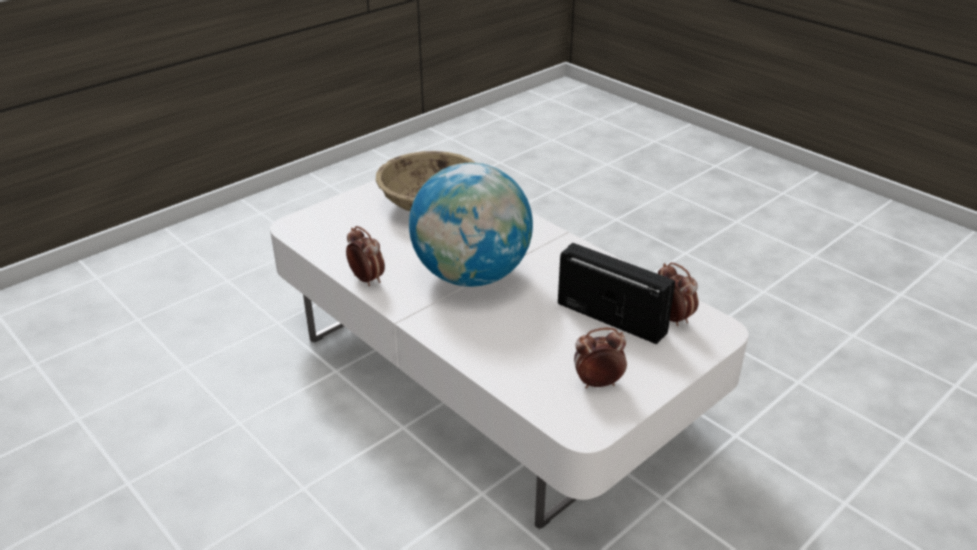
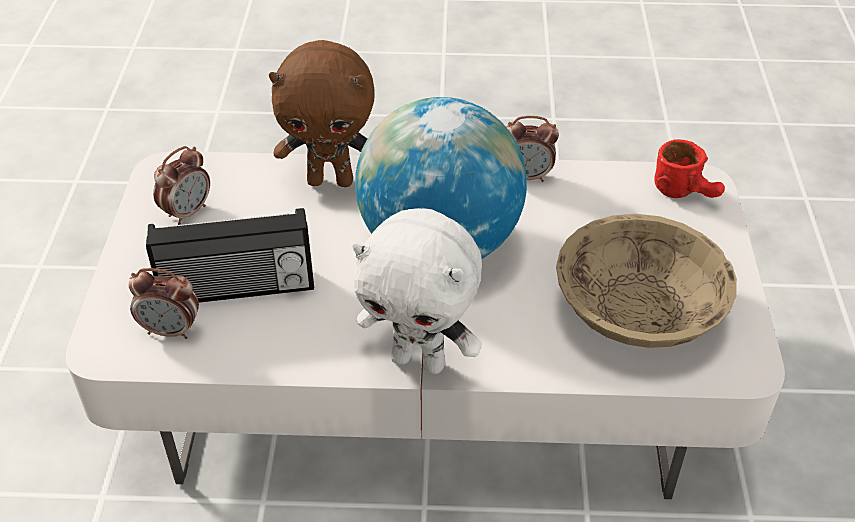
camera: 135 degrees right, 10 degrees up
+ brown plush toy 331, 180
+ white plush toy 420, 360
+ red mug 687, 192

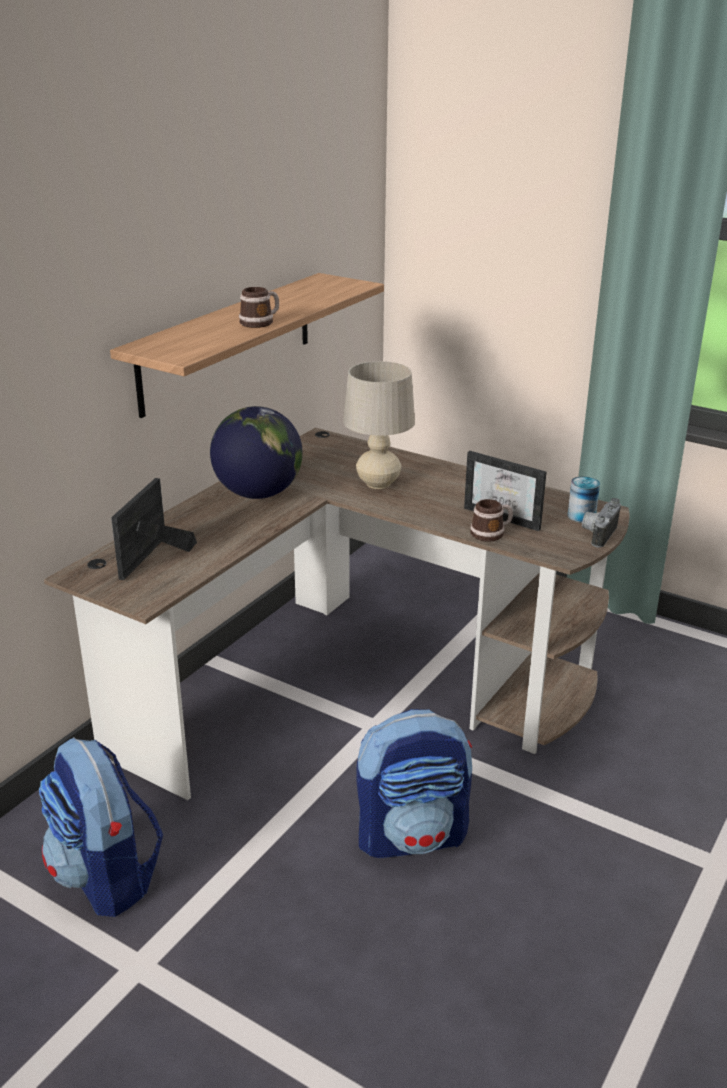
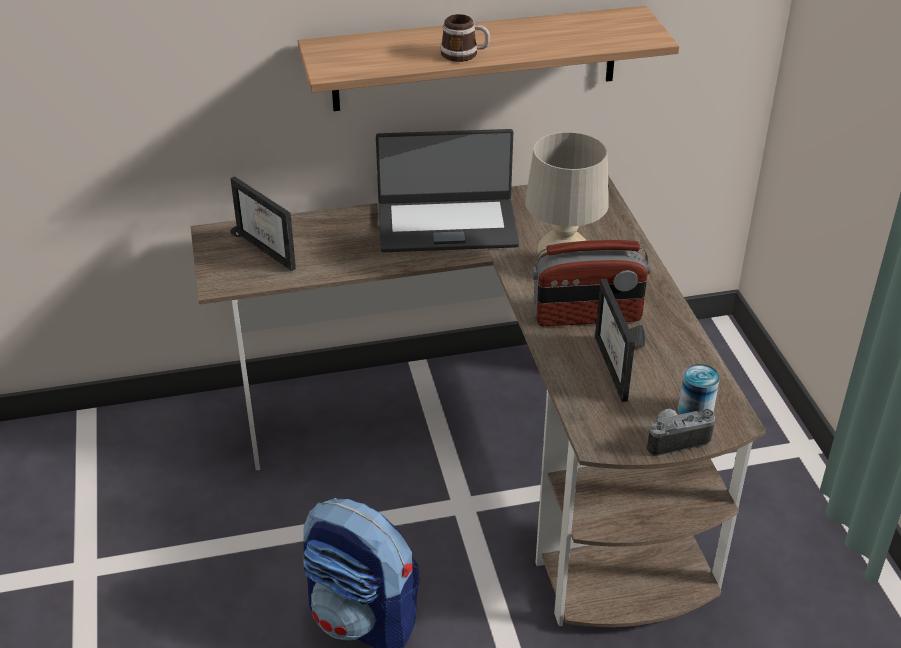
camera: 45 degrees right, 10 degrees up
- backpack 107, 876
~ picture frame 150, 560 = 274, 248 105 degrees counterclockwise
~ globe 258, 493 to laptop 447, 225
- mug 491, 533
+ radio 587, 316

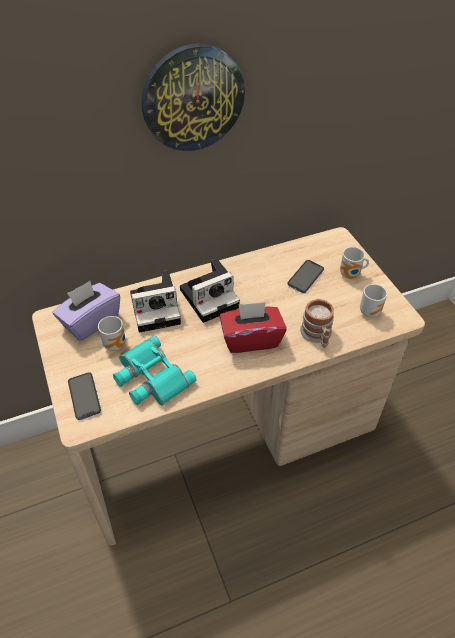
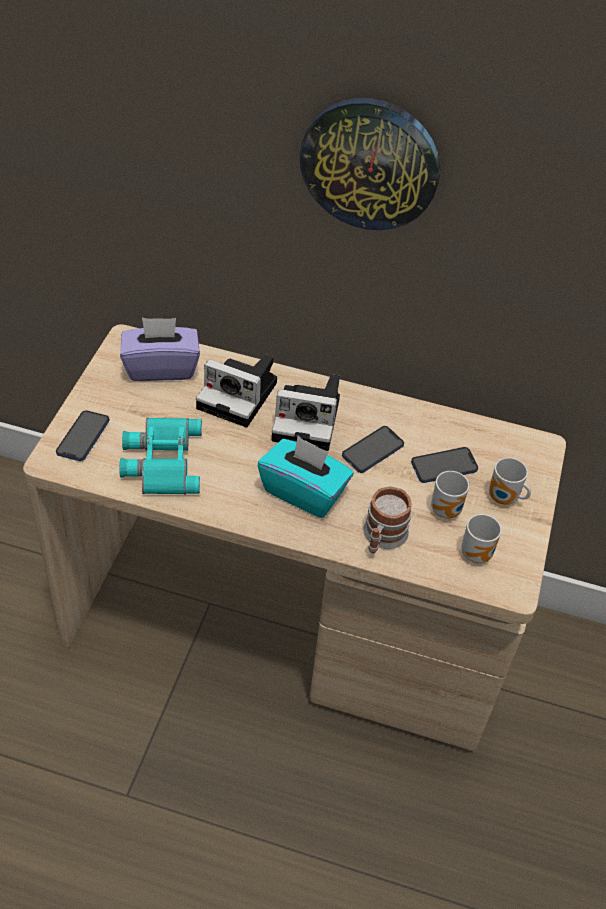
camera: 35 degrees right, 0 degrees up
~ mug 116, 344 to 448, 511
~ red tissue box 251, 339 to turquoise tissue box 304, 492
+ phone 373, 450

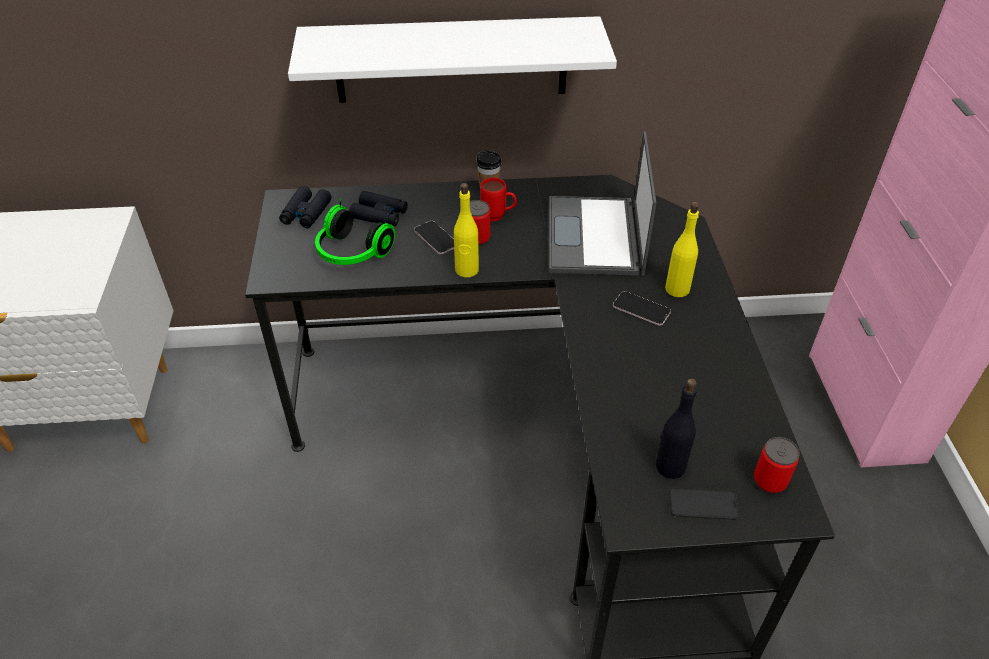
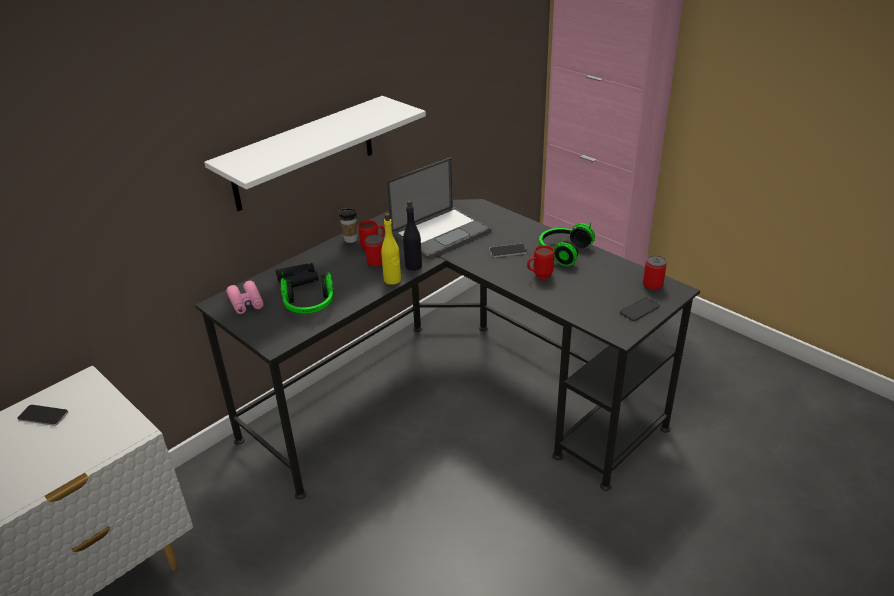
camera: 40 degrees left, 10 degrees down
~ black binoculars 306, 213 to pink binoculars 246, 302
~ phone 436, 238 to 43, 416
~ laptop 595, 237 = 441, 232 90 degrees counterclockwise
~ black bottle 670, 466 to 413, 266
- yellow bottle 677, 289
+ red mug 539, 276
+ headphones 562, 252

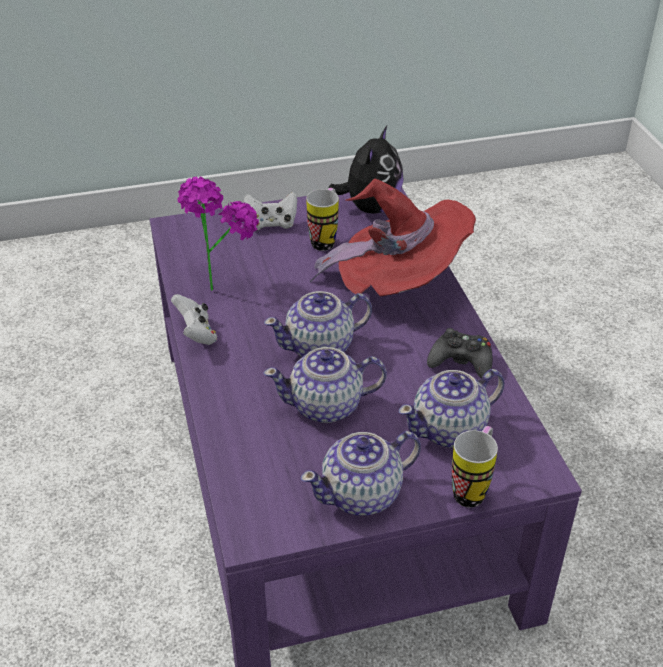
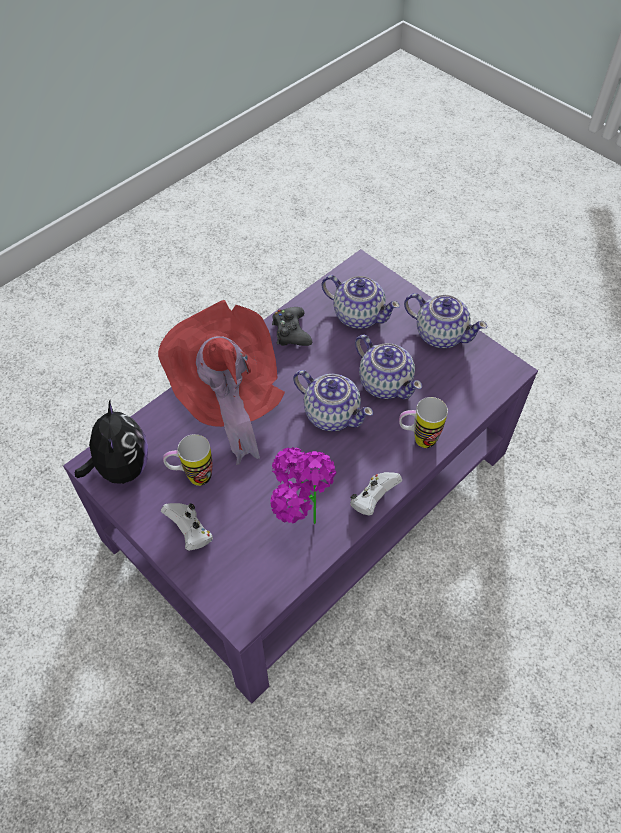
camera: 120 degrees left, 15 degrees up
~ plush toy 370, 207 = 121, 467 90 degrees clockwise
~ mug 472, 488 to 417, 439

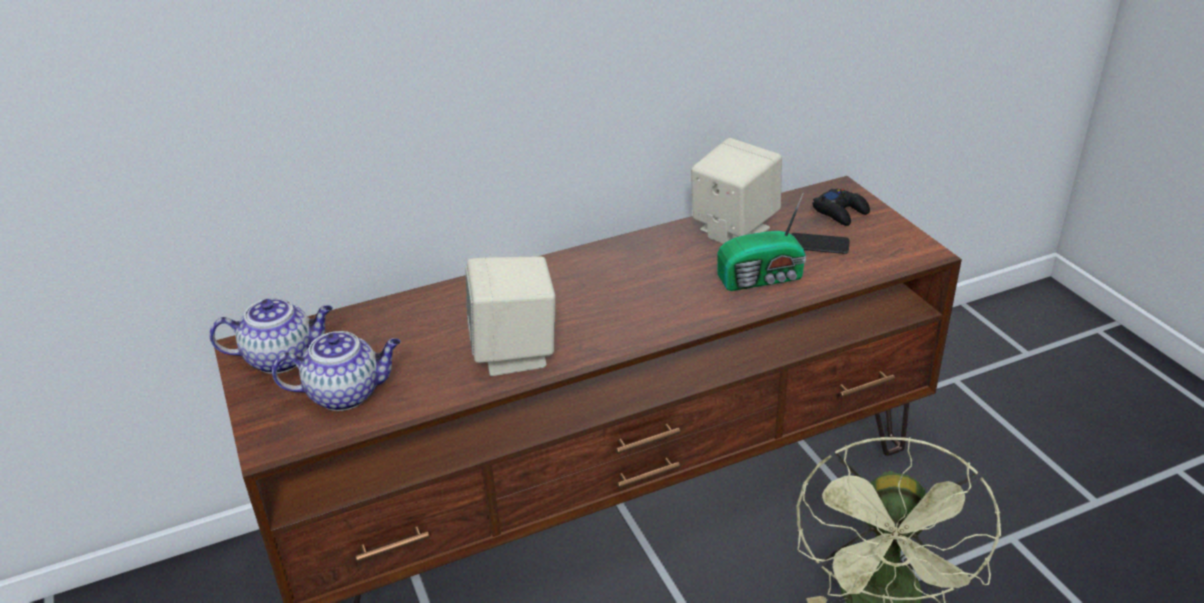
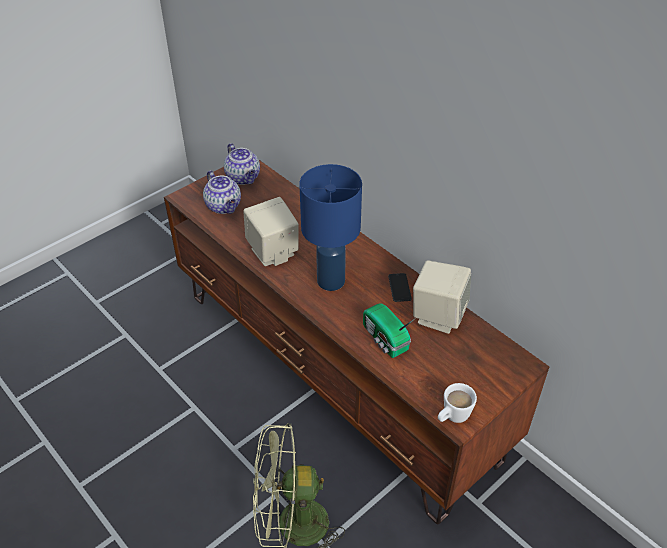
camera: 70 degrees right, 10 degrees up
~ phone 818, 244 to 399, 288
- black game controller 840, 212
+ blue table lamp 330, 280
+ white mug 452, 417

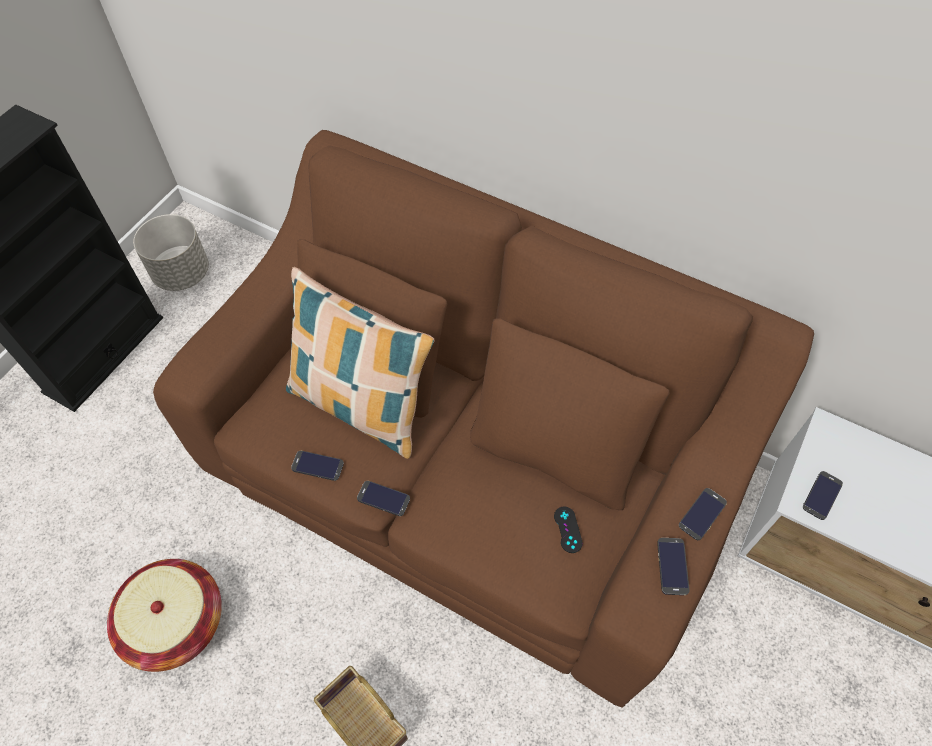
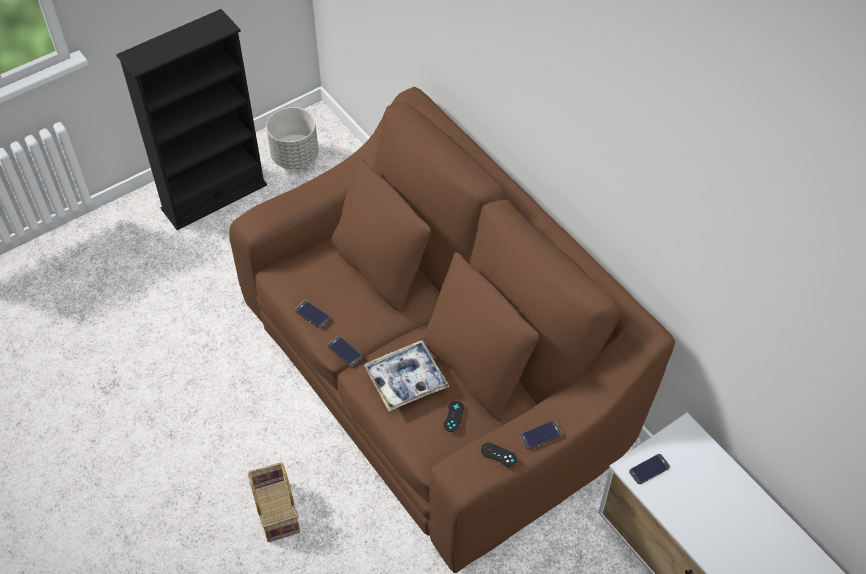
camera: 25 degrees right, 5 degrees down
- basket 175, 622
- pillow 361, 406
~ phone 672, 566 to black game controller 498, 455
+ tray 406, 380

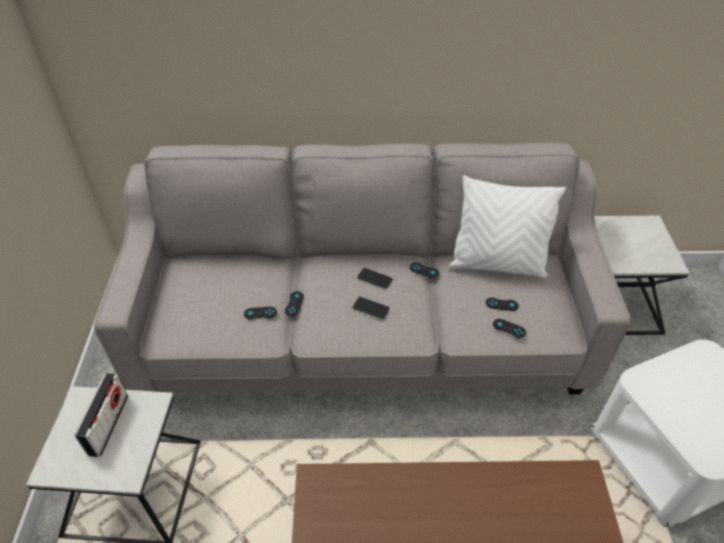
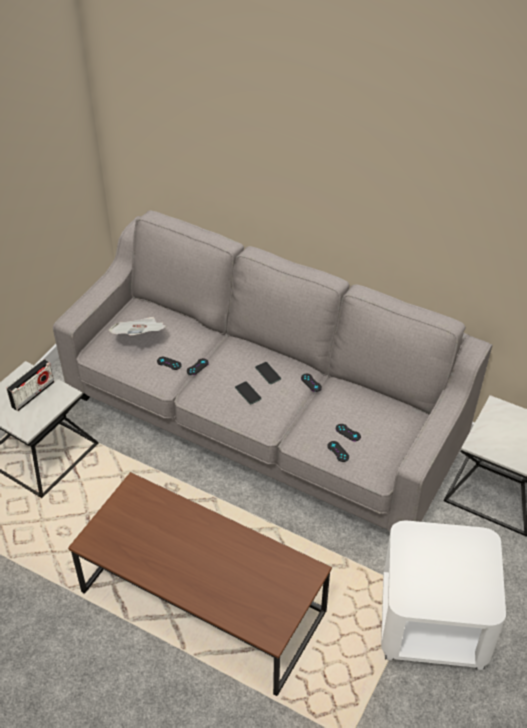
camera: 30 degrees right, 0 degrees up
- white pillow 497, 264
+ newspaper 140, 337

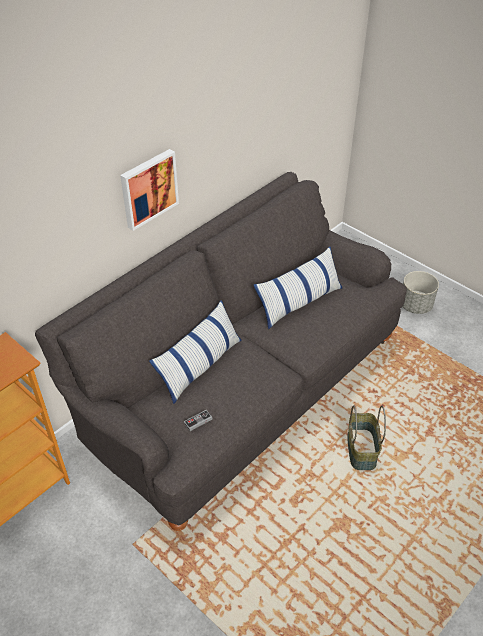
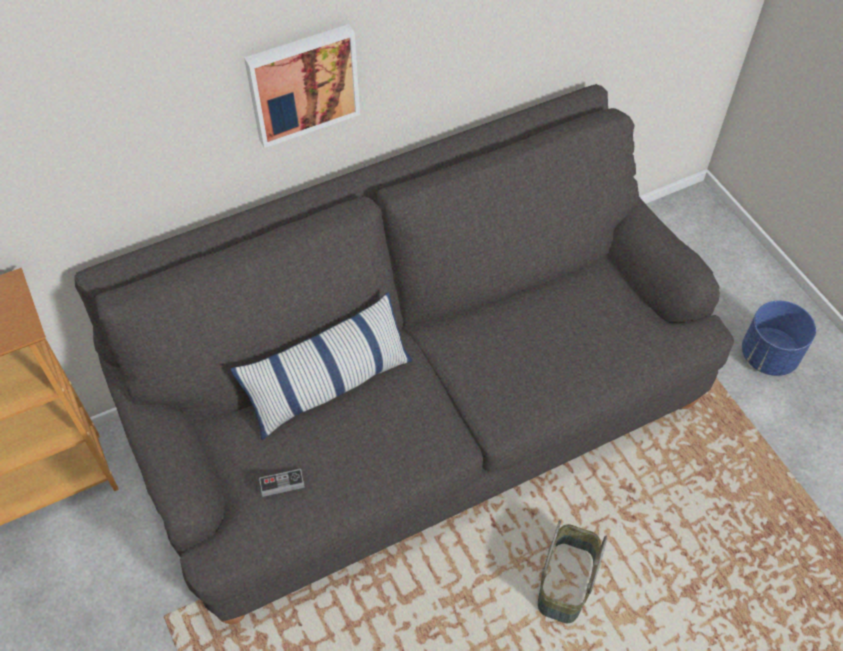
camera: 20 degrees right, 10 degrees up
- pillow 299, 302
~ grey planter 415, 305 to blue planter 768, 355

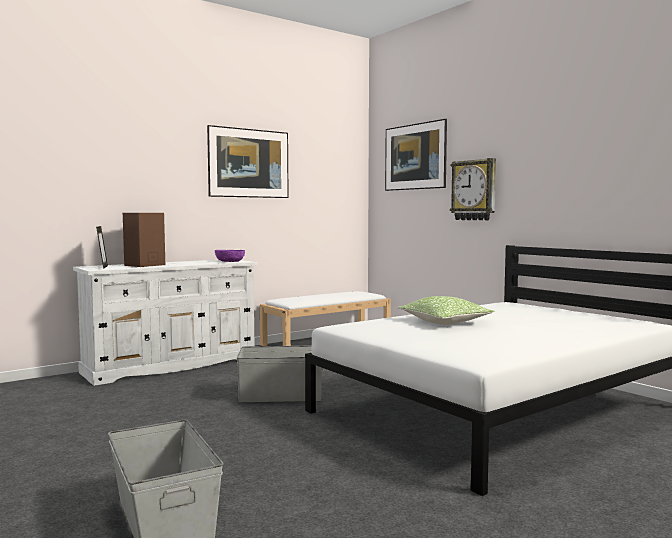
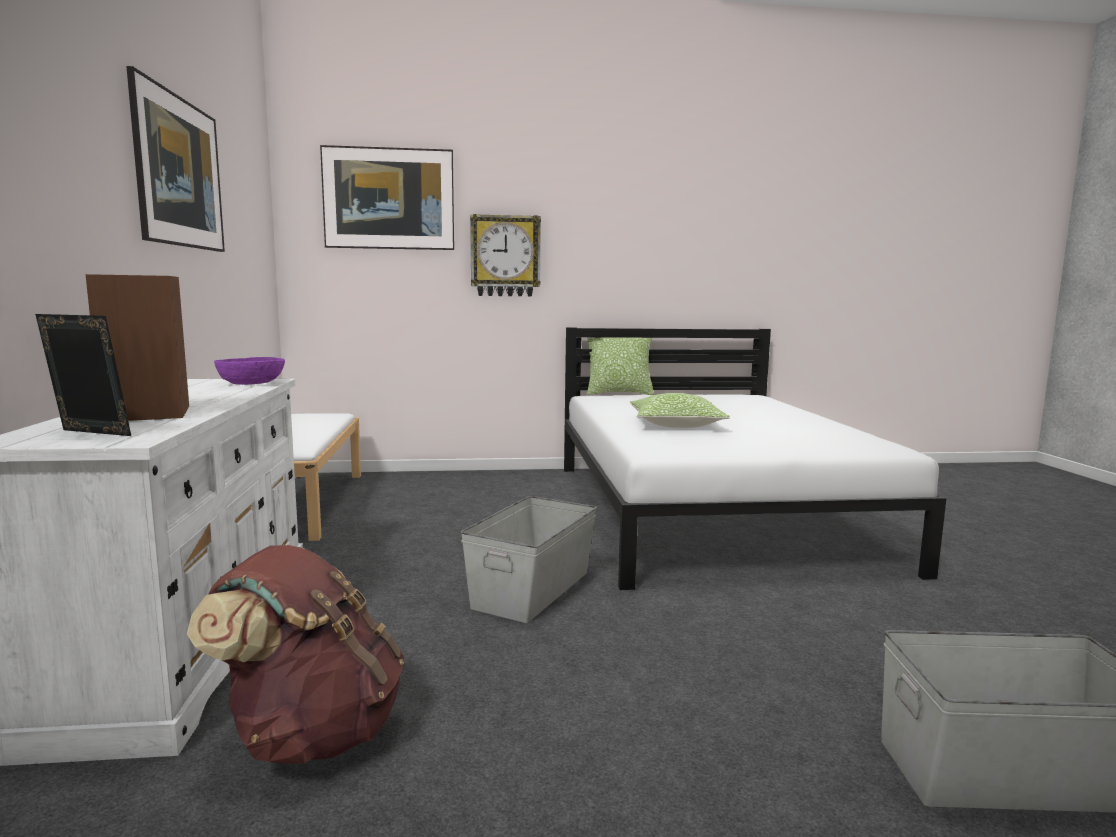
camera: 60 degrees left, 5 degrees up
+ brown backpack 311, 734
+ pillow 619, 393

